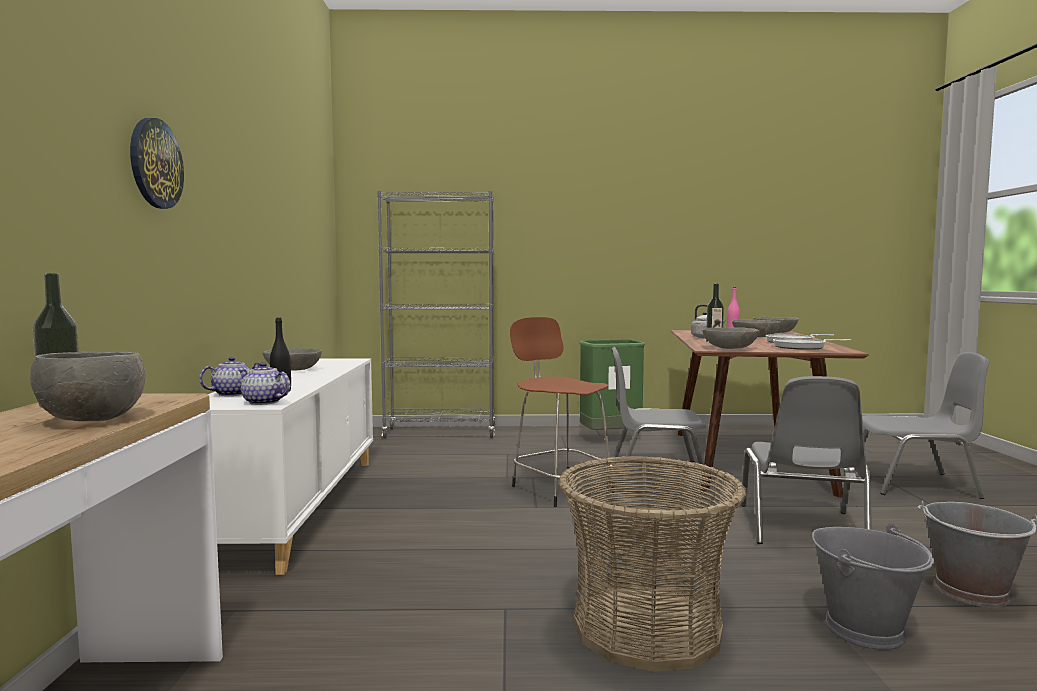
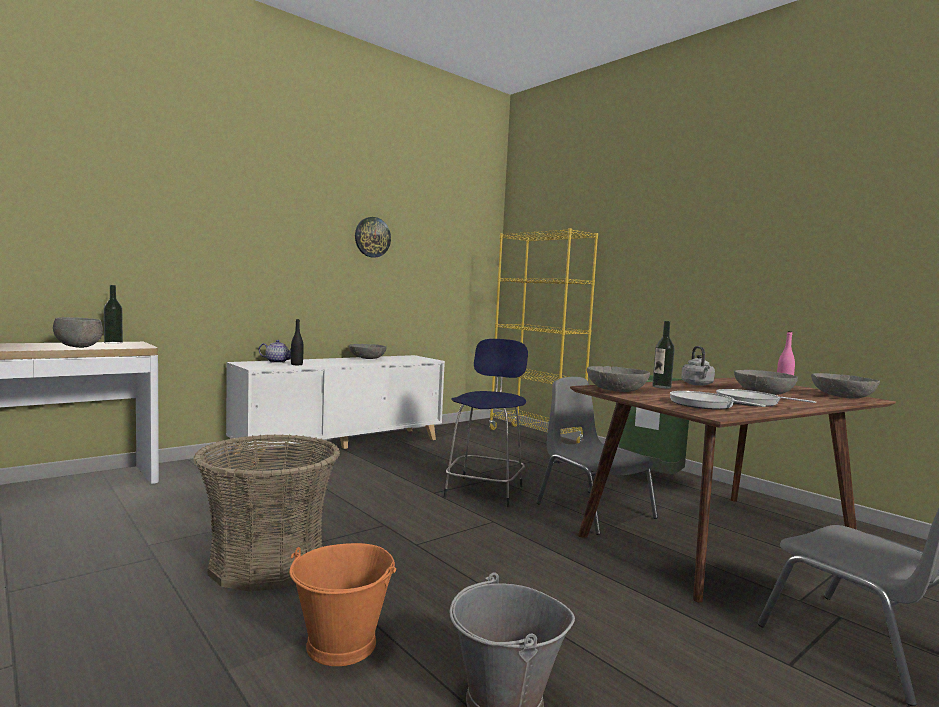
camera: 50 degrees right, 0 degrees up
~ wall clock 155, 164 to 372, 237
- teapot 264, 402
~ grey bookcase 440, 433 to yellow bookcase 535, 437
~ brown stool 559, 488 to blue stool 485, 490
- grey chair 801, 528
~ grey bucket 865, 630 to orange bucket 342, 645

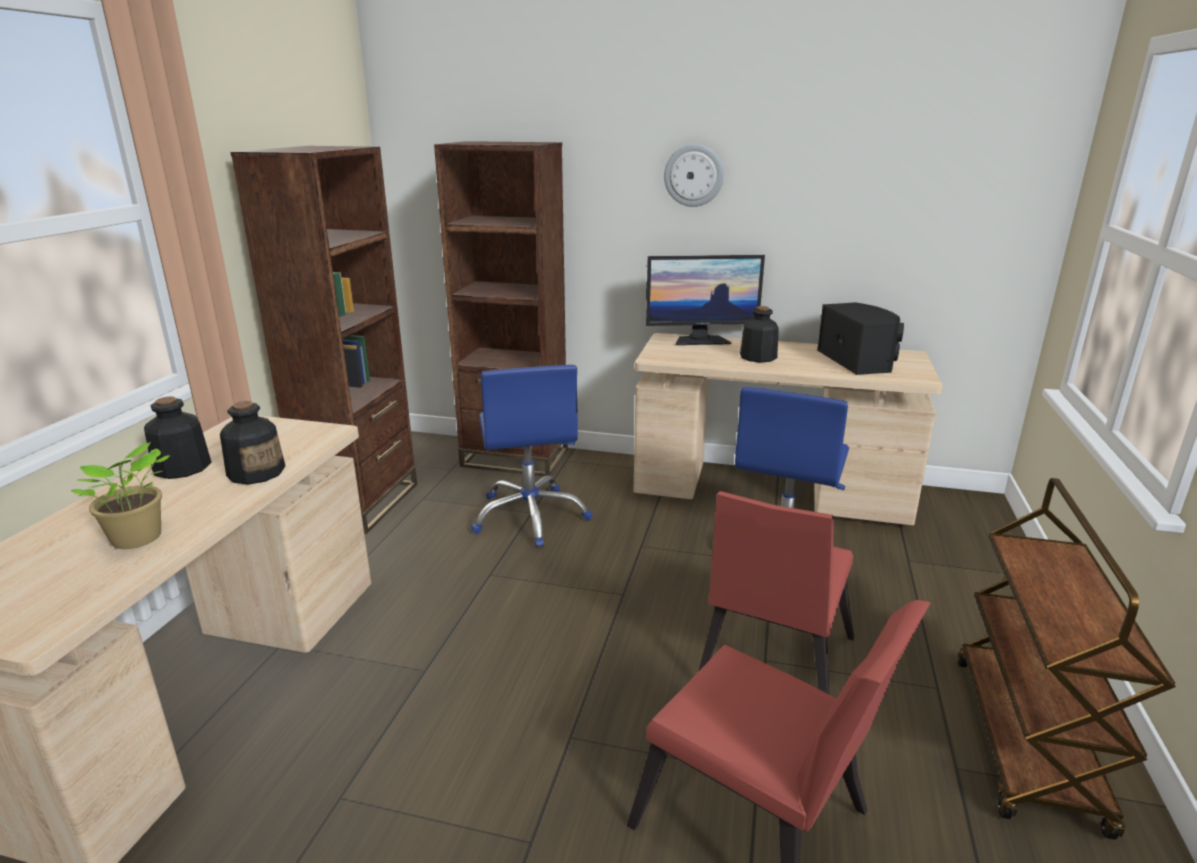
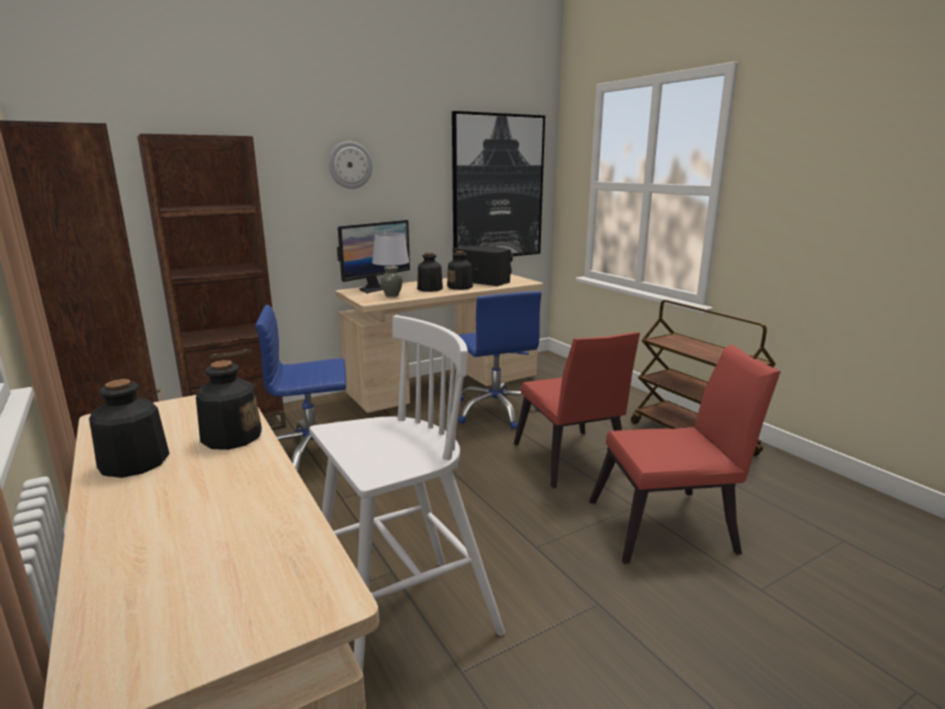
camera: 45 degrees left, 5 degrees down
- potted plant 138, 539
~ blue office chair 531, 516 = 312, 454 135 degrees clockwise
+ white stool 401, 626
+ grey table lamp 392, 295
+ bottle 460, 287
+ picture 498, 188

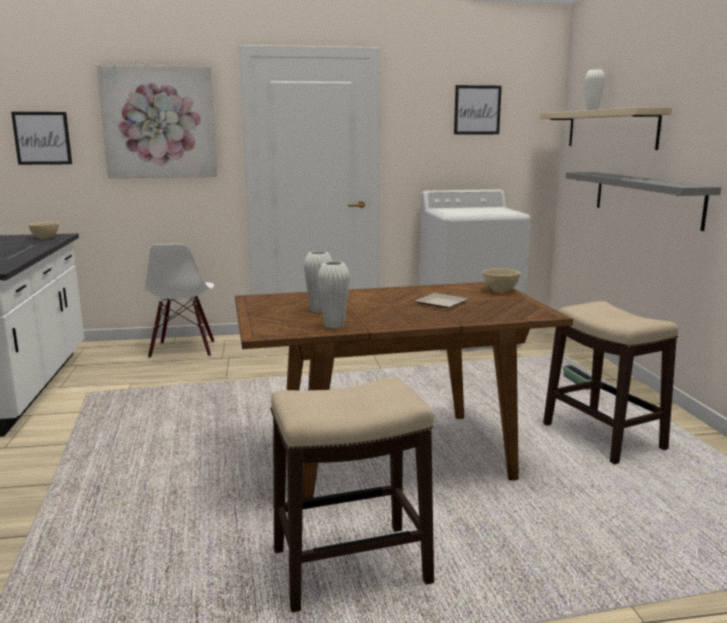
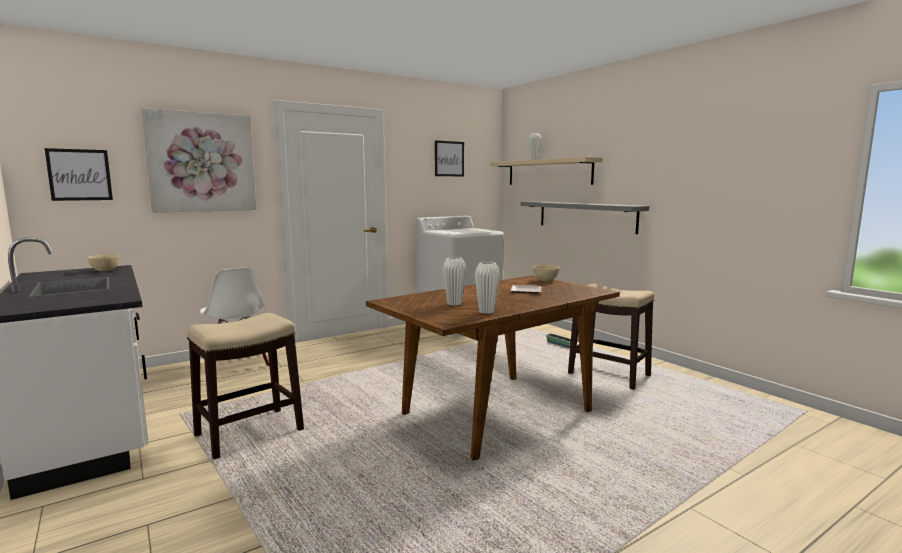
camera: 25 degrees left, 5 degrees down
~ stool 349, 566 to 248, 433

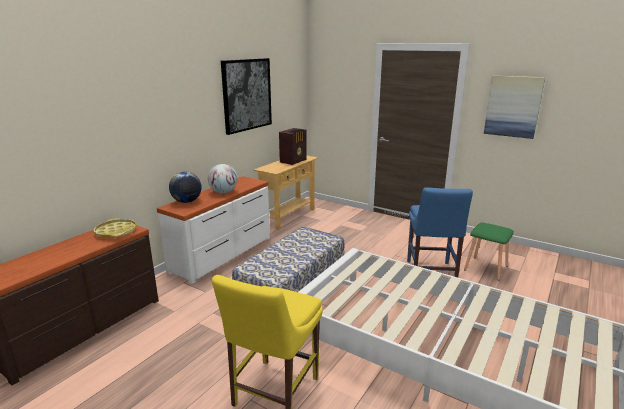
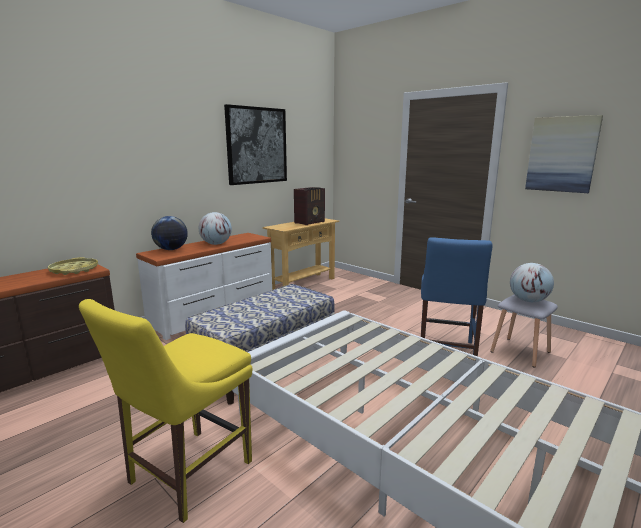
camera: 10 degrees right, 5 degrees down
~ green stool 485, 267 to grey stool 520, 351
+ globe 528, 301

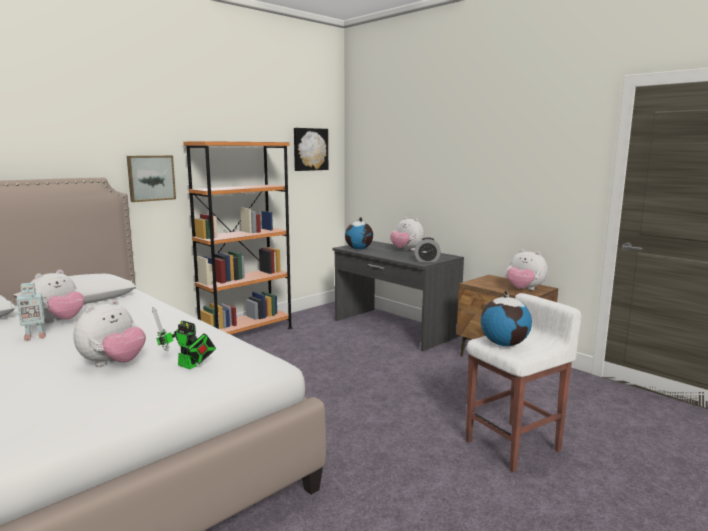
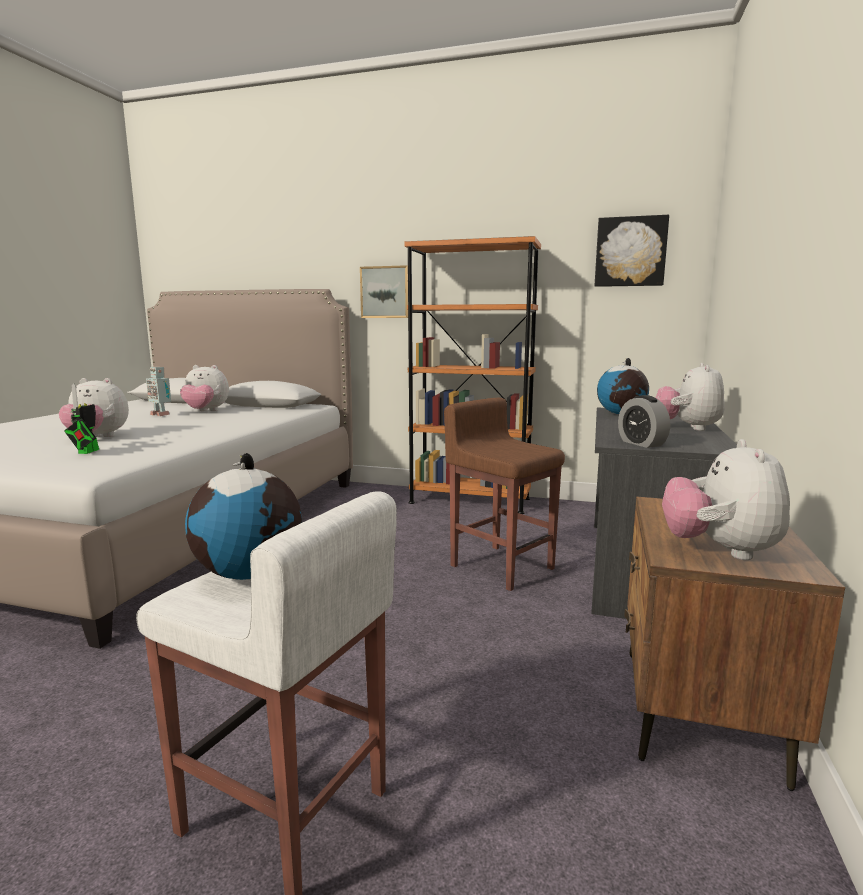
camera: 60 degrees right, 0 degrees up
+ brown stool 501, 566

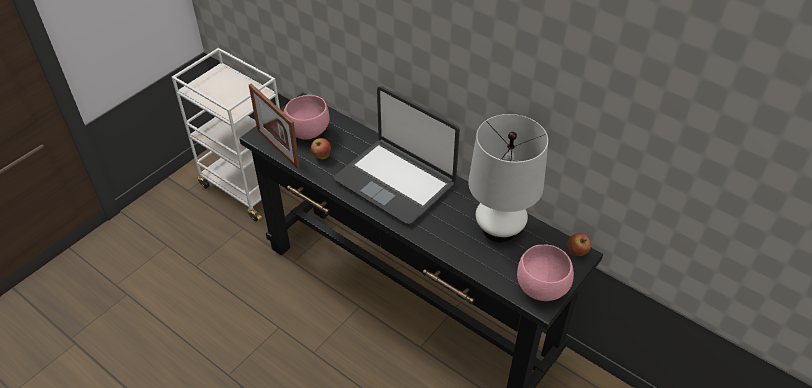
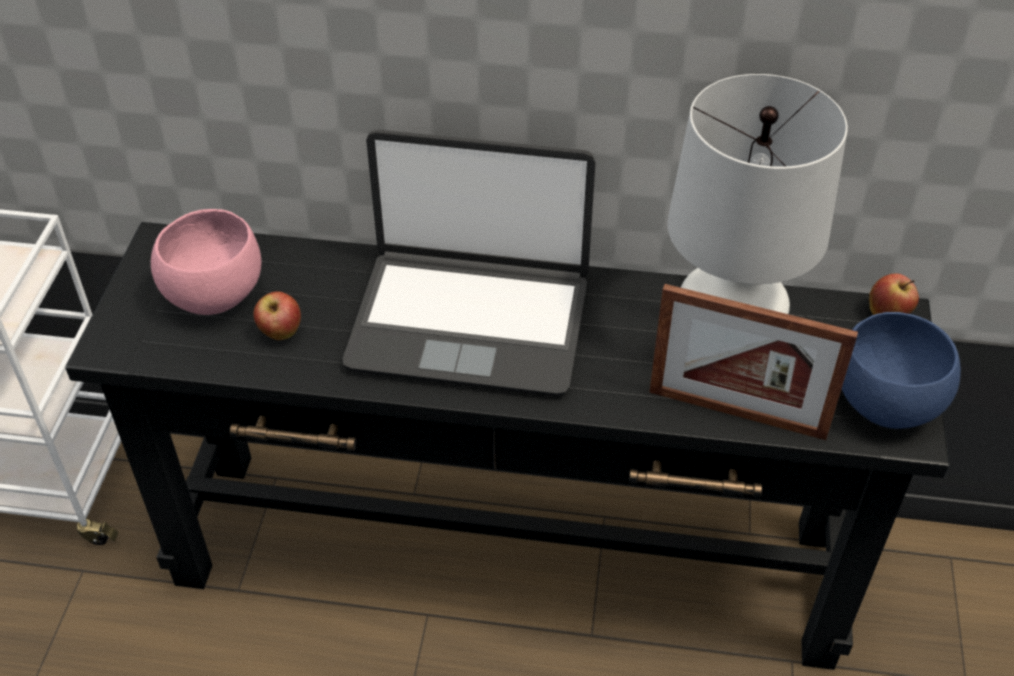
camera: 30 degrees left, 0 degrees up
~ picture frame 278, 148 to 737, 413
~ pink bowl 540, 289 to blue bowl 885, 407

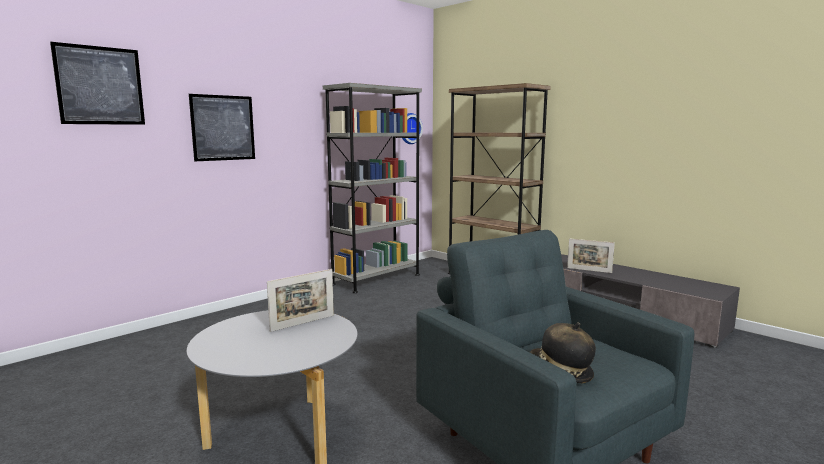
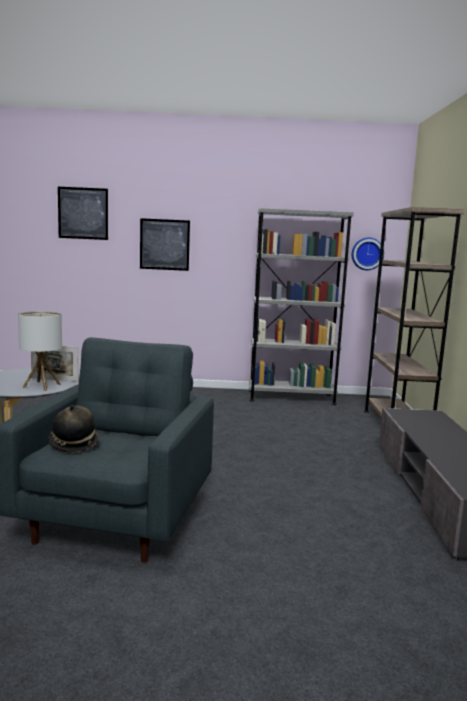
camera: 45 degrees right, 0 degrees up
- picture frame 589, 270
+ table lamp 41, 386

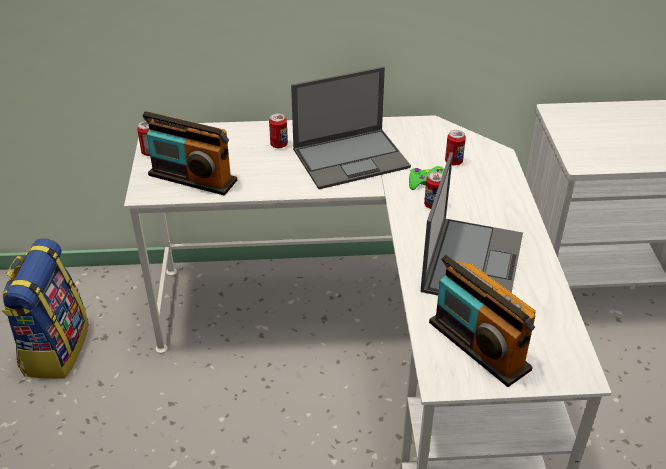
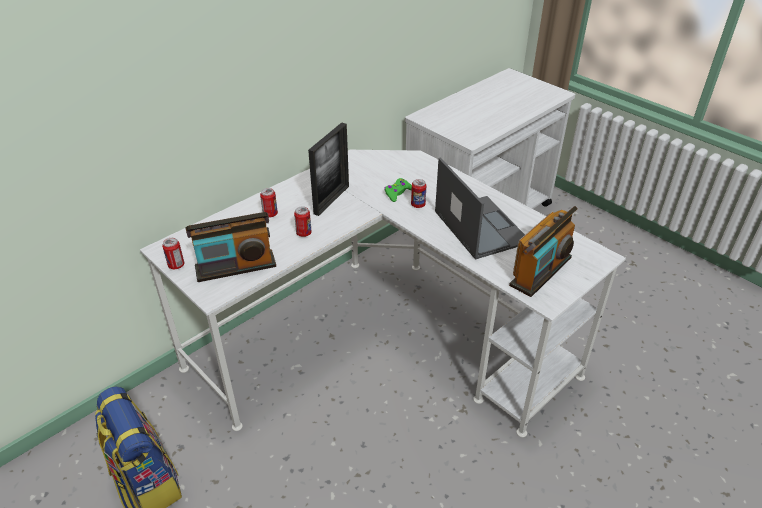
camera: 40 degrees left, 0 degrees up
~ laptop 352, 158 to picture frame 331, 200
~ radio 478, 346 = 541, 271 60 degrees counterclockwise
~ can 453, 162 to 304, 233

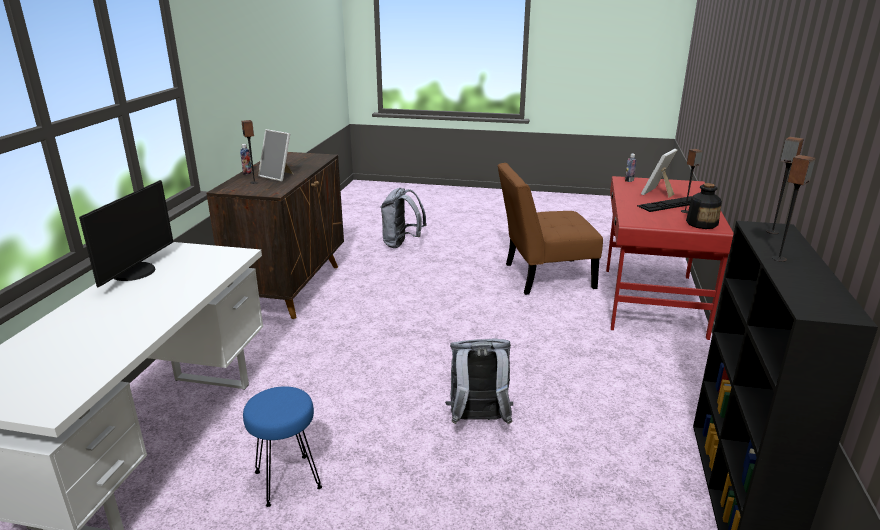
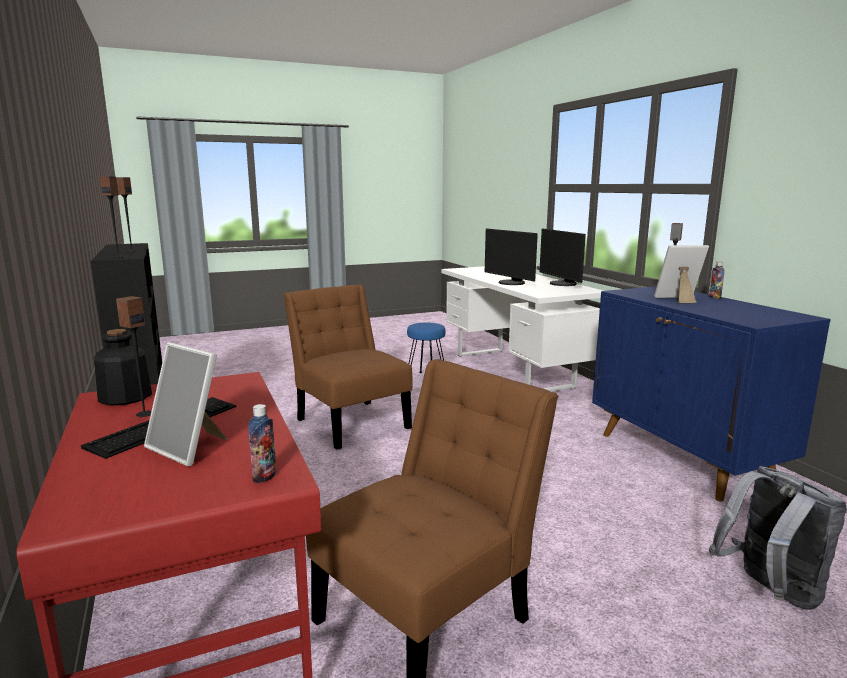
camera: 145 degrees right, 10 degrees down
~ brown cabinet 291, 287 to blue cabinet 684, 458
~ grey backpack 478, 421 to brown chair 350, 421
~ picture frame 658, 193 = 190, 448 120 degrees clockwise
+ monitor 510, 283

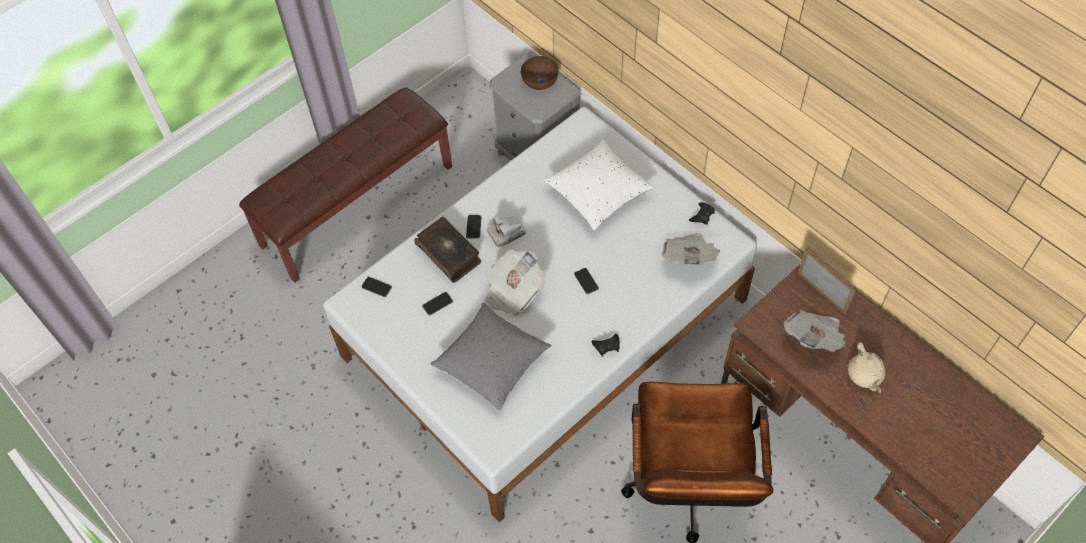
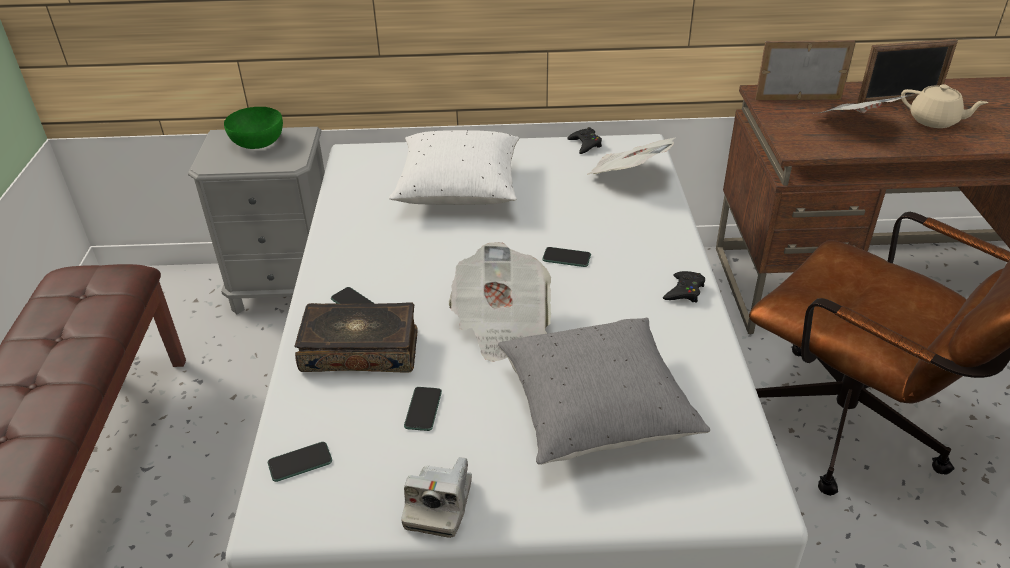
camera: 50 degrees left, 20 degrees down
~ photo camera 506, 233 to 439, 505
~ brown bowl 539, 81 to green bowl 257, 142
+ picture frame 898, 101

